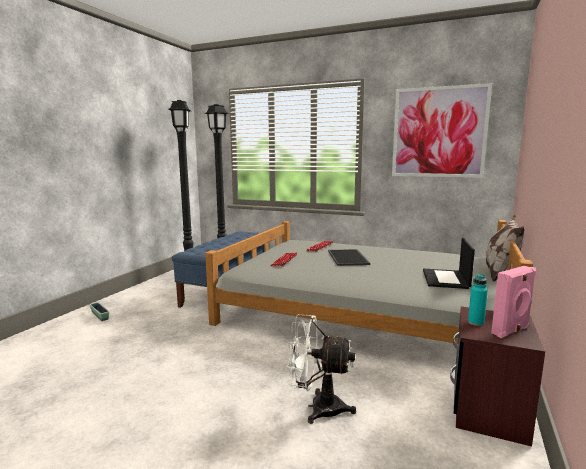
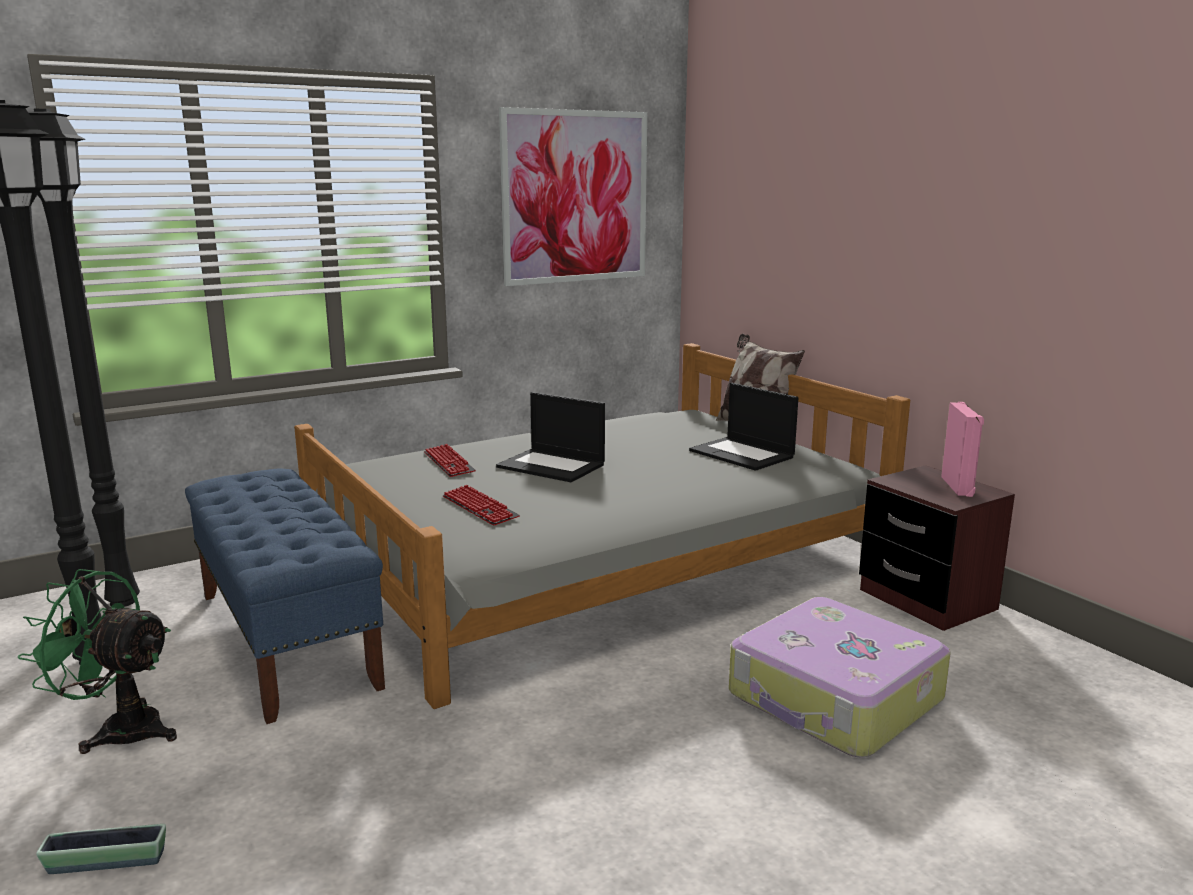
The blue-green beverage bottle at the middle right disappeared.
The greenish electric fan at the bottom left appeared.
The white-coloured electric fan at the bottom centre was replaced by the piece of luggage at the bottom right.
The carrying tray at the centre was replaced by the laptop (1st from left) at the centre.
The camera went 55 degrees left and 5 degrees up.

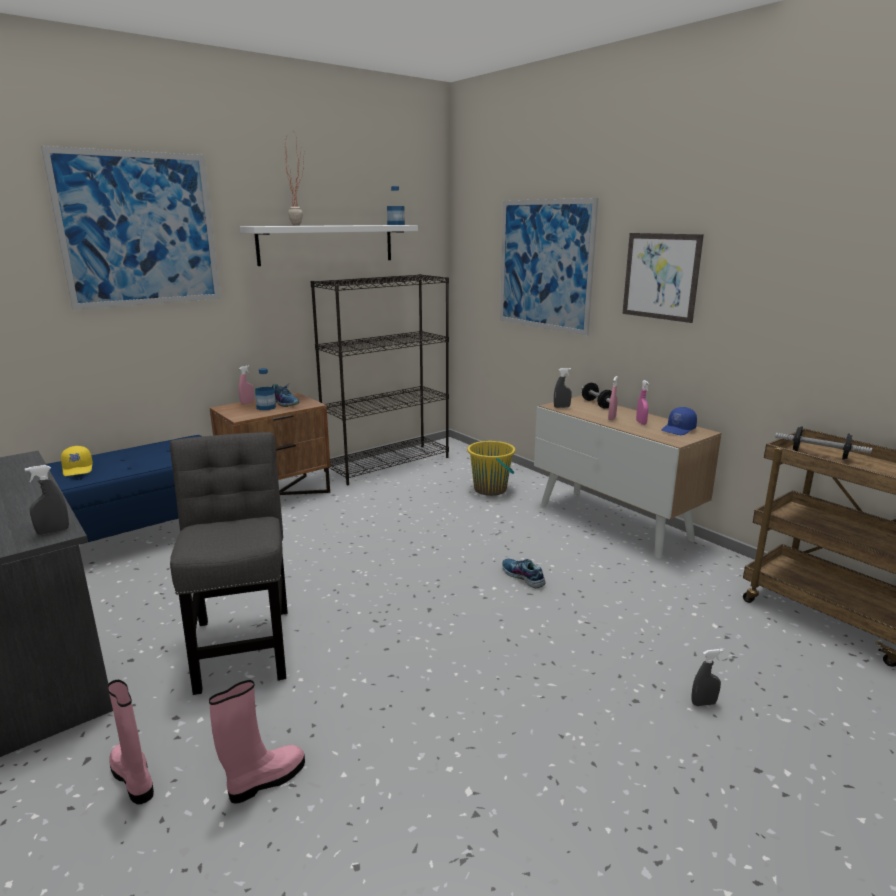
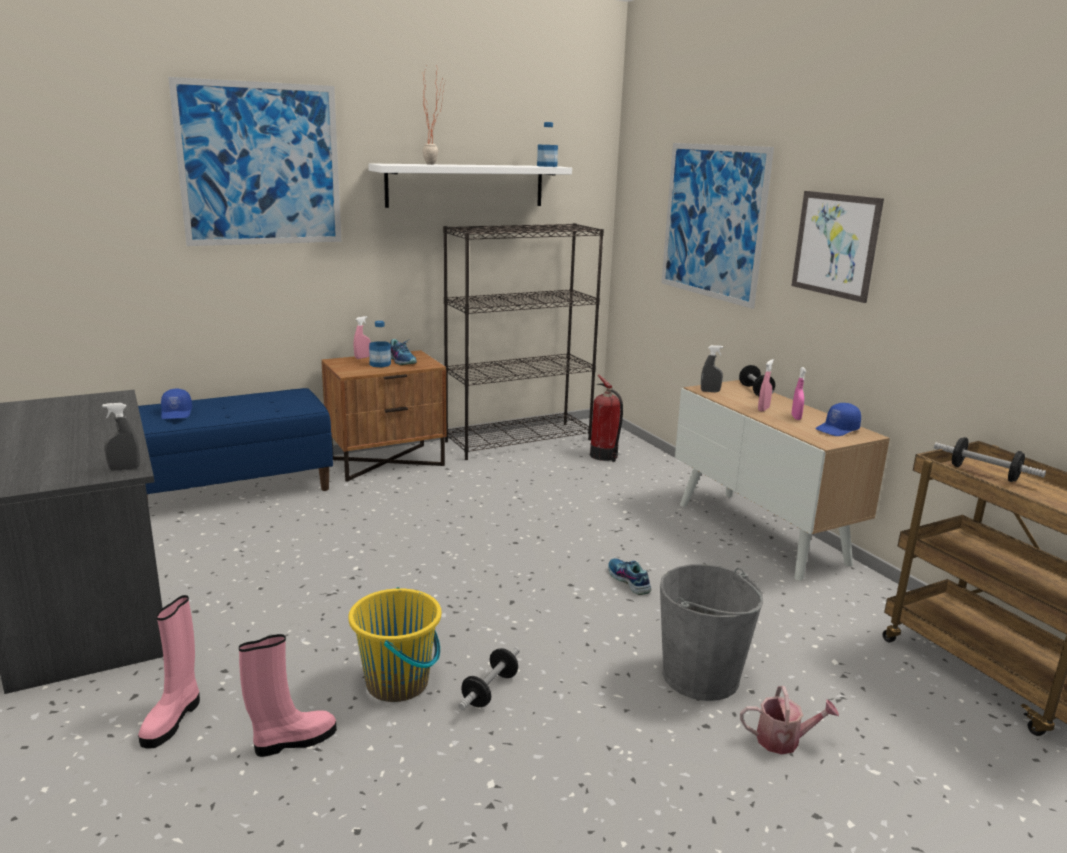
The gray plain chair at the middle left disappeared.
The free weight (1st from left) at the bottom centre appeared.
The extinguisher at the centre appeared.
The gray pail at the bottom centre appeared.
The yellow-coloured pail moved from the centre to the bottom centre.
The gray sprayer (3rd from left) at the bottom right was replaced by the sprinkling can at the bottom right.
The yellow-coloured cap at the middle left became the bluish cap (1st from left) at the middle left.
The pink boot (1st from left) at the bottom left turned 135 degrees counterclockwise.
The camera went 10 degrees right and 0 degrees up.

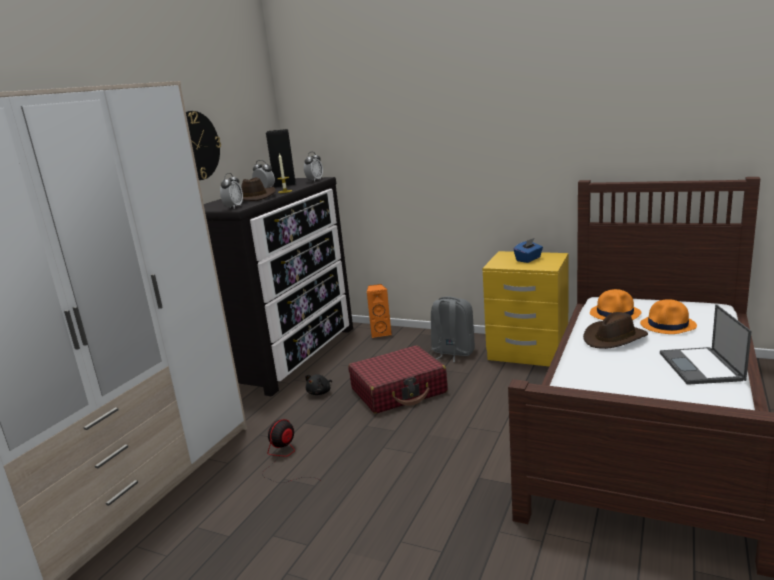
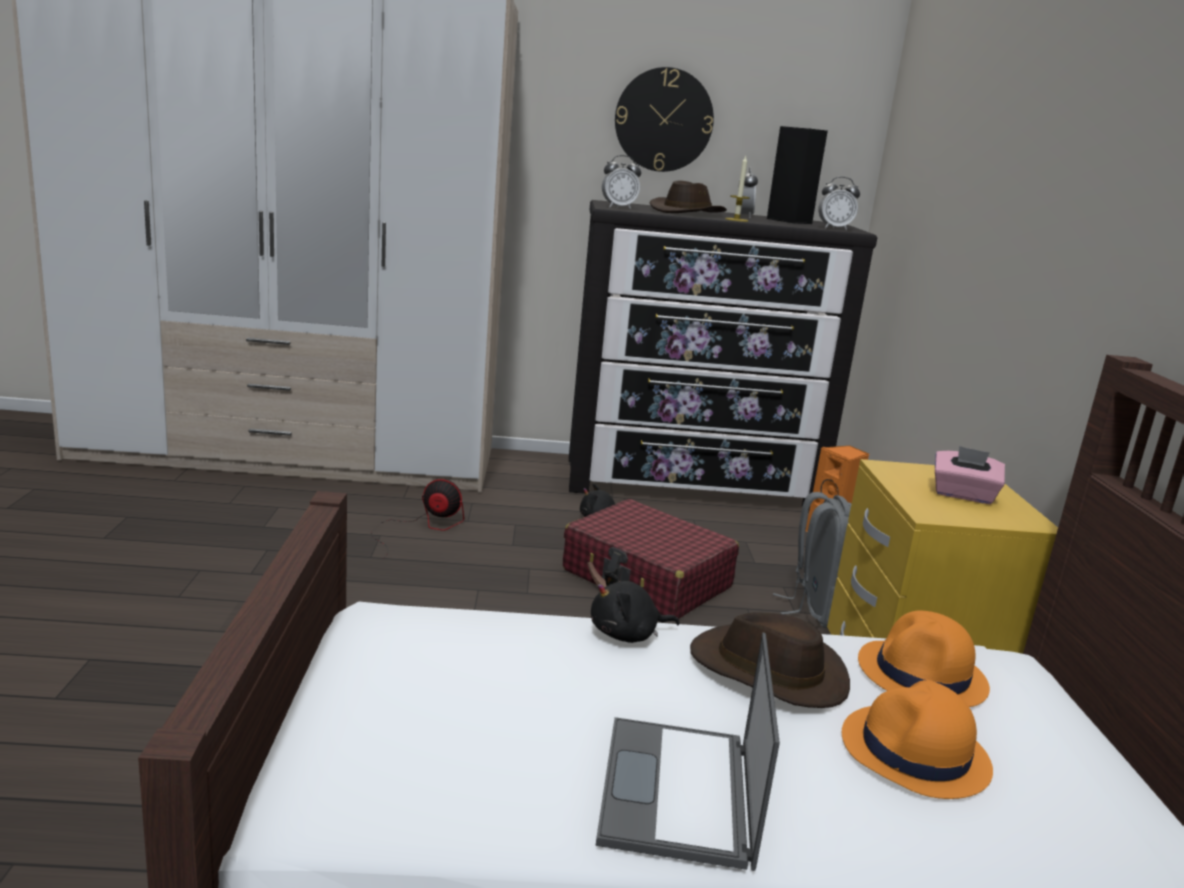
The black-coloured soft toy (2nd from left) at the bottom centre appeared.
The bluish tissue box at the middle right became the pink tissue box at the middle right.
The laptop at the middle right turned 60 degrees counterclockwise.
The camera went 60 degrees right and 0 degrees up.

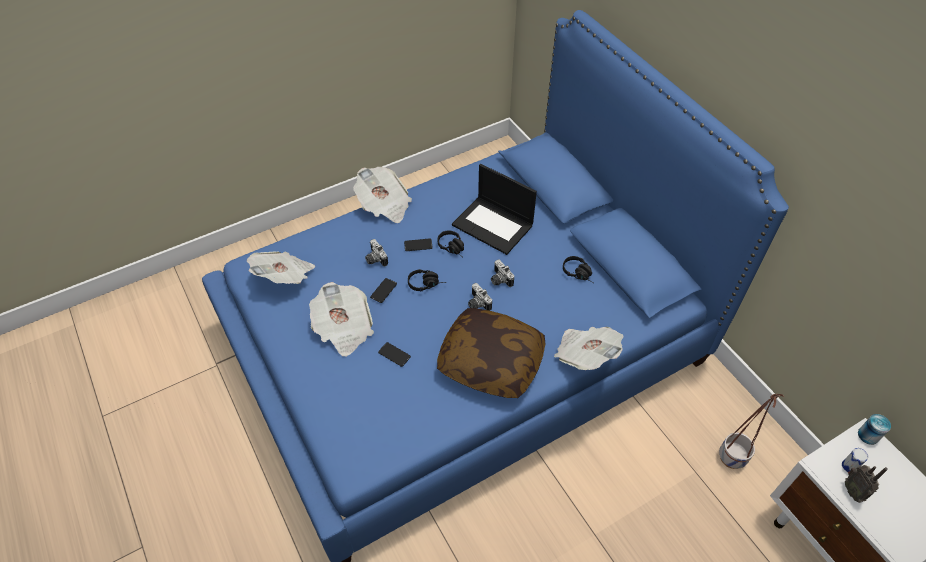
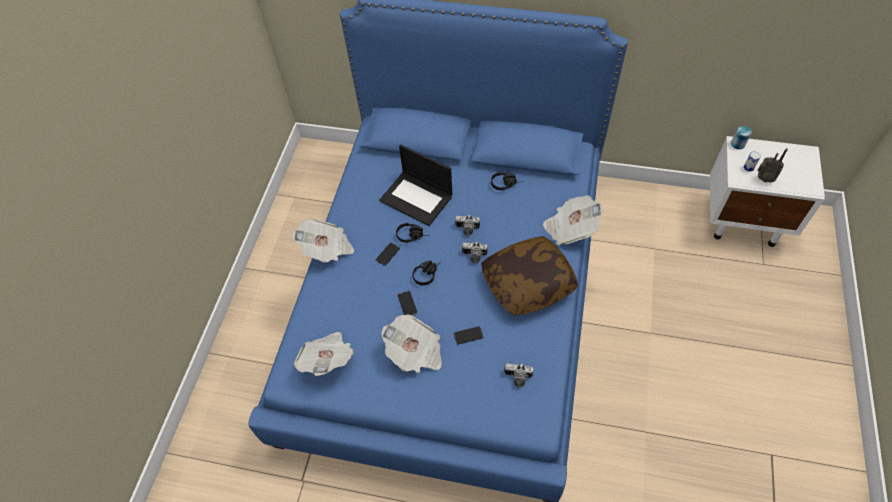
The flower pot at the bottom right disappeared.
The photo camera (1st from left in the first image) moved from the centre to the bottom centre.
The laptop at the centre turned 45 degrees clockwise.
The camera went 45 degrees left and 5 degrees up.

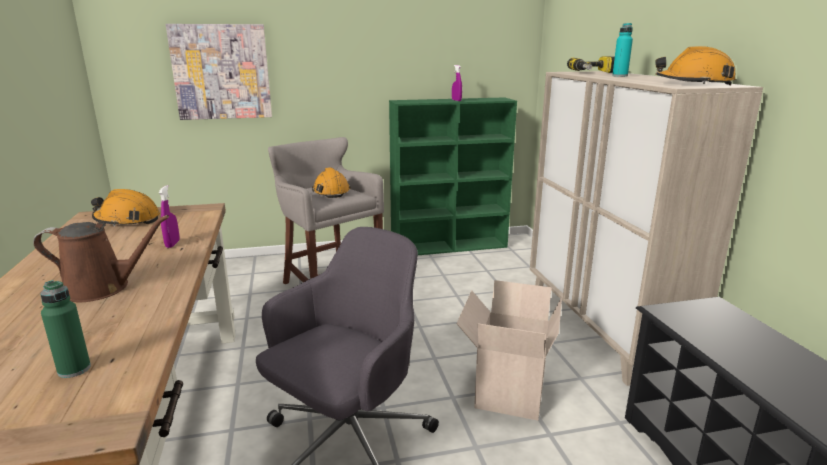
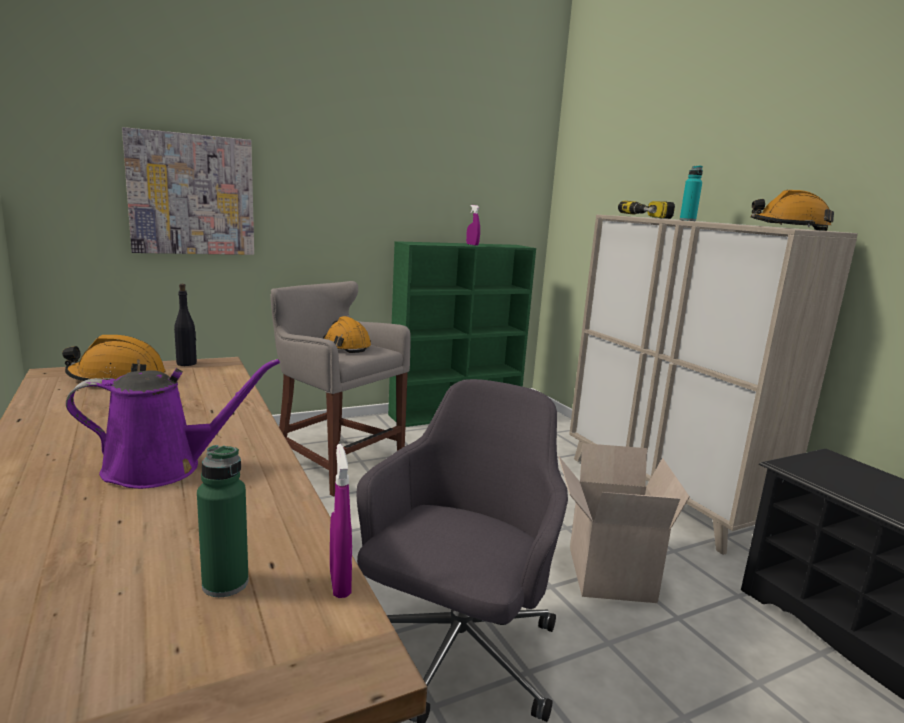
The black-coloured beverage bottle at the middle left appeared.
The purplish sprayer (1st from left) moved from the middle left to the bottom centre.
The brown-coloured sprinkling can at the middle left became the purplish sprinkling can at the middle left.
The camera went 15 degrees left and 5 degrees down.

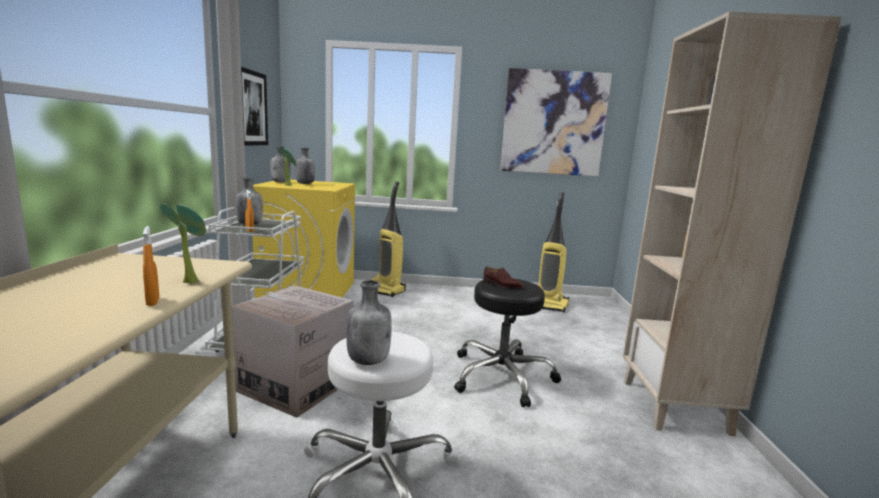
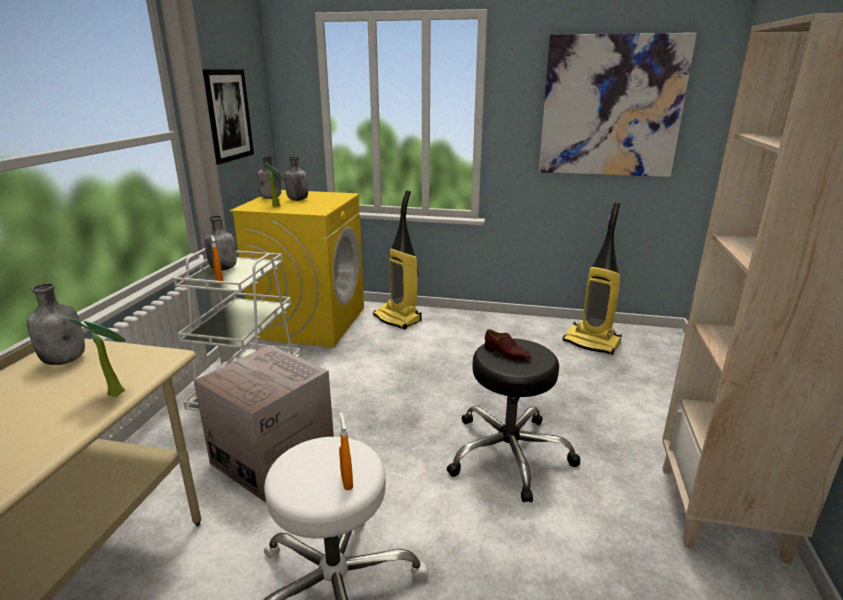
The orange-coloured sprayer (1st from left in the first image) moved from the middle left to the bottom centre.
The gray beverage bottle (4th from left in the first image) moved from the centre to the middle left.
The camera went 10 degrees right and 10 degrees up.

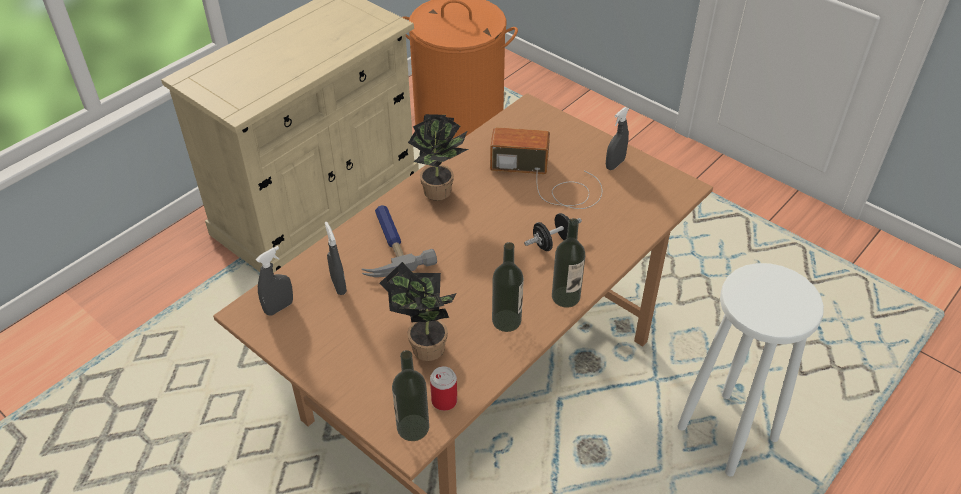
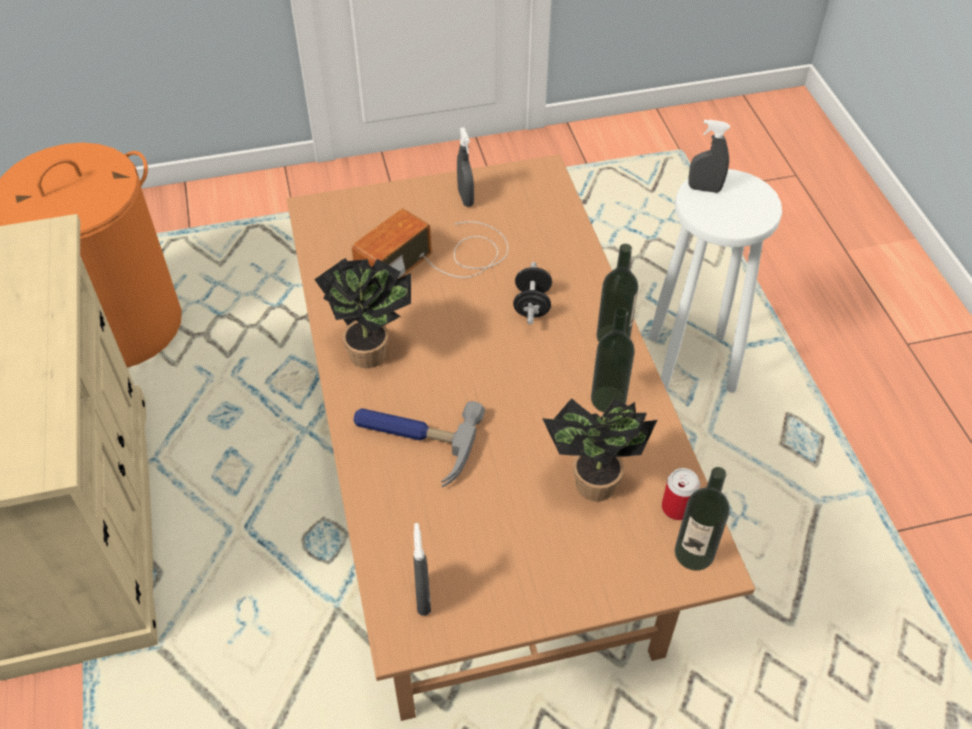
The gray sprayer (2nd from left in the first image) moved from the centre to the top right.
The camera went 55 degrees left and 5 degrees up.

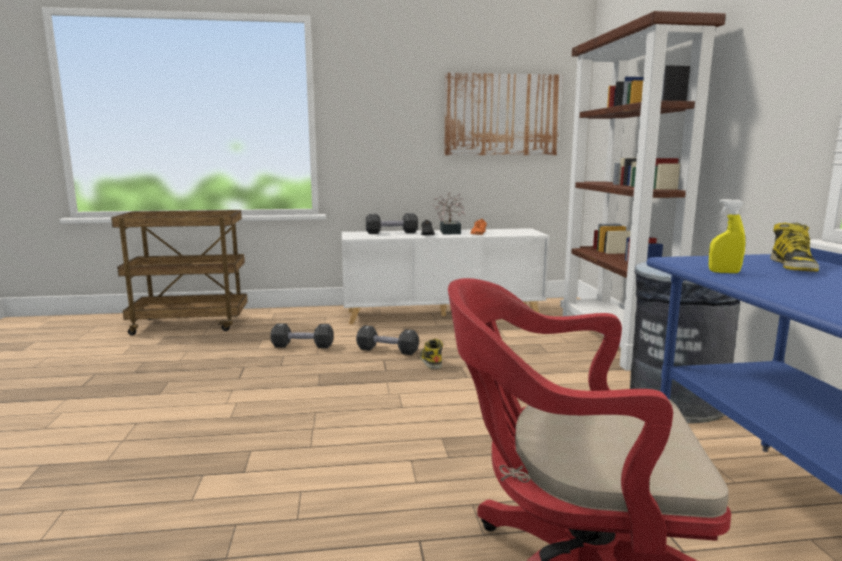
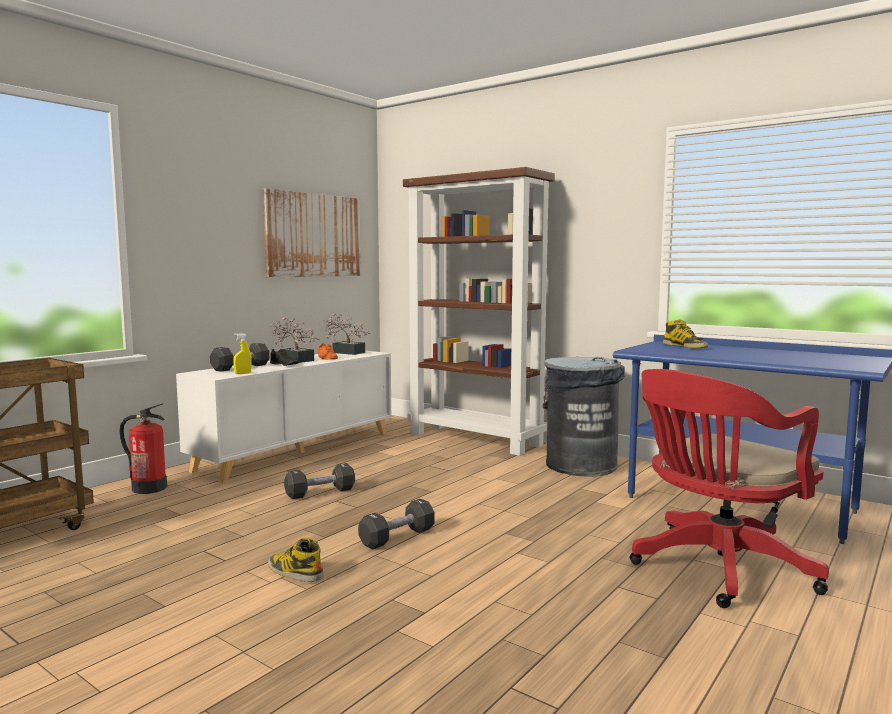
The extinguisher at the middle left appeared.
The potted plant (2nd from left) at the centre appeared.
The black-coloured free weight (1st from left in the first image) moved from the centre to the bottom centre.
The boot (1st from left) moved from the centre to the bottom left.
The yellow-coloured sprayer moved from the middle right to the middle left.
The camera went 45 degrees left and 5 degrees down.

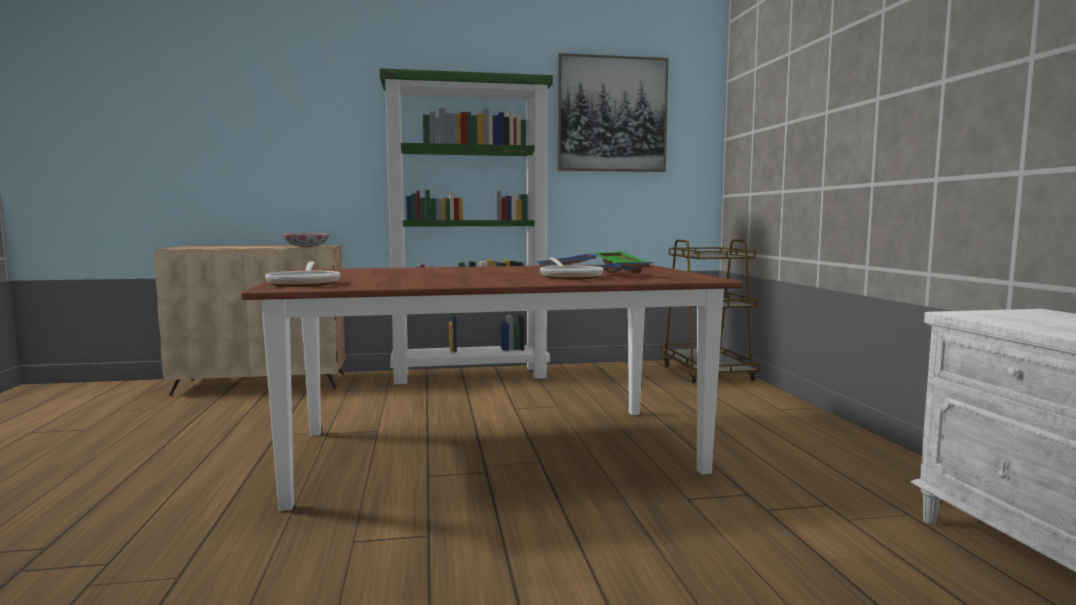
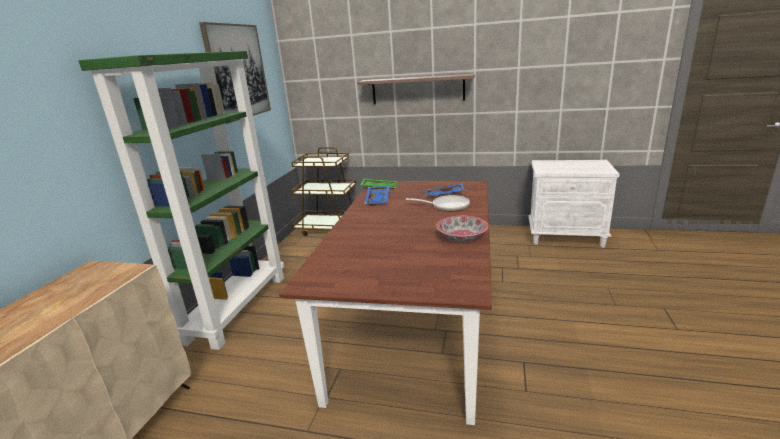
The skillet (1st from left) at the middle left disappeared.
The bracket shelf at the top centre appeared.
The deep dish moved from the middle left to the centre.
The camera went 65 degrees left and 15 degrees up.

